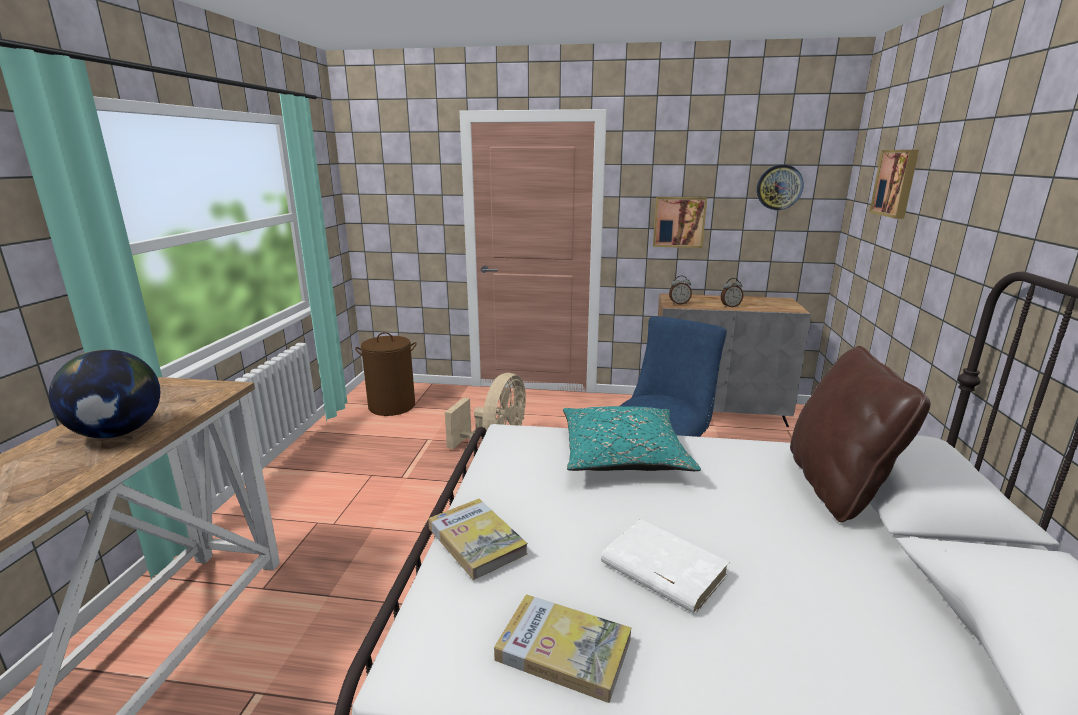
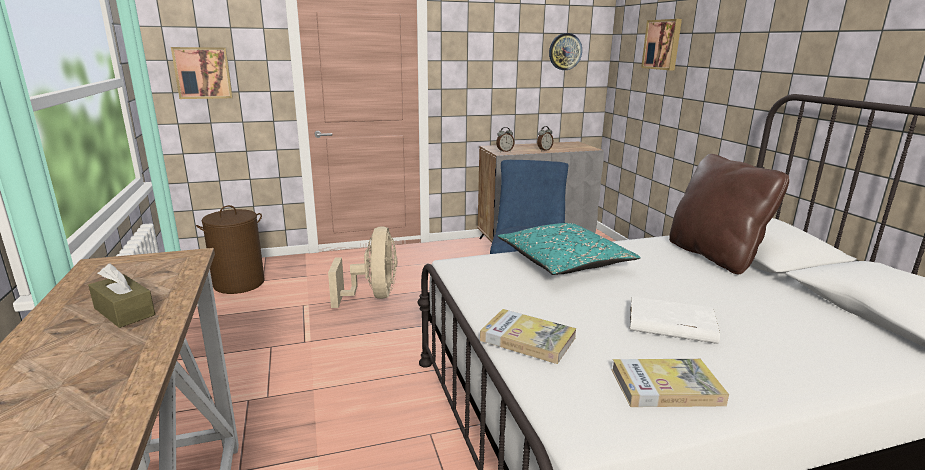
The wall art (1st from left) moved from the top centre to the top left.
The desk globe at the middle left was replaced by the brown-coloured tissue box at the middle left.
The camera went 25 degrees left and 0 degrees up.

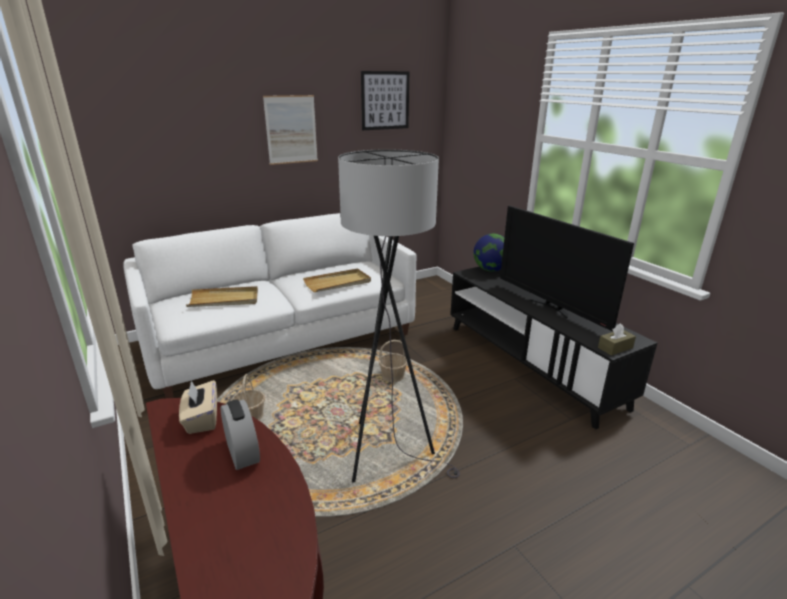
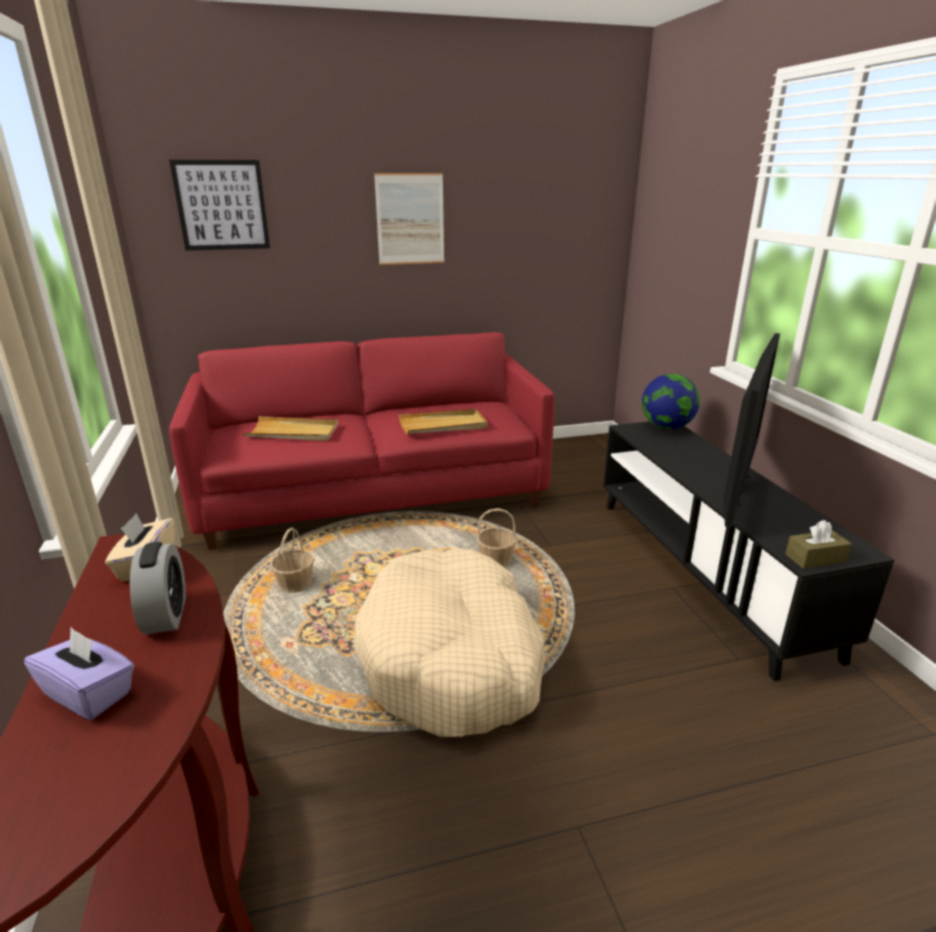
The purplish tissue box at the bottom left appeared.
The wall art (2nd from left in the first image) moved from the top centre to the top left.
The gray standing lamp at the centre was replaced by the sand-coloured pet bed at the bottom centre.
The white-coloured sofa at the centre became the red-coloured sofa at the centre.
The TV at the middle right turned 135 degrees counterclockwise.
The camera went 15 degrees right and 0 degrees up.

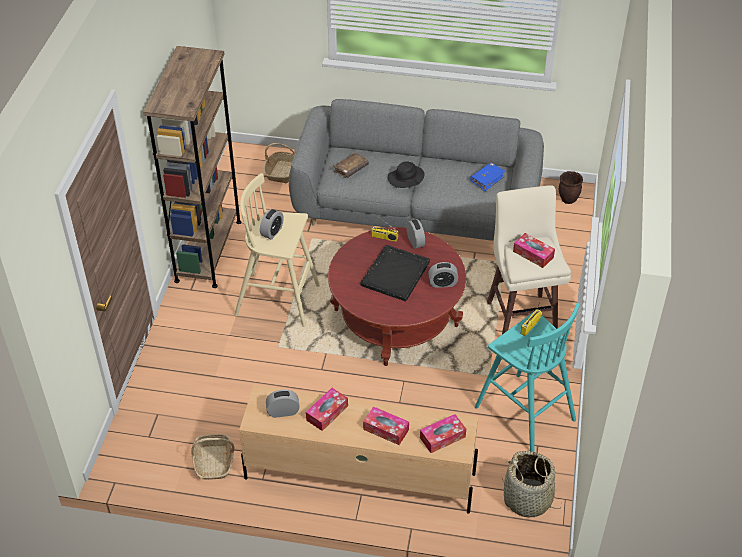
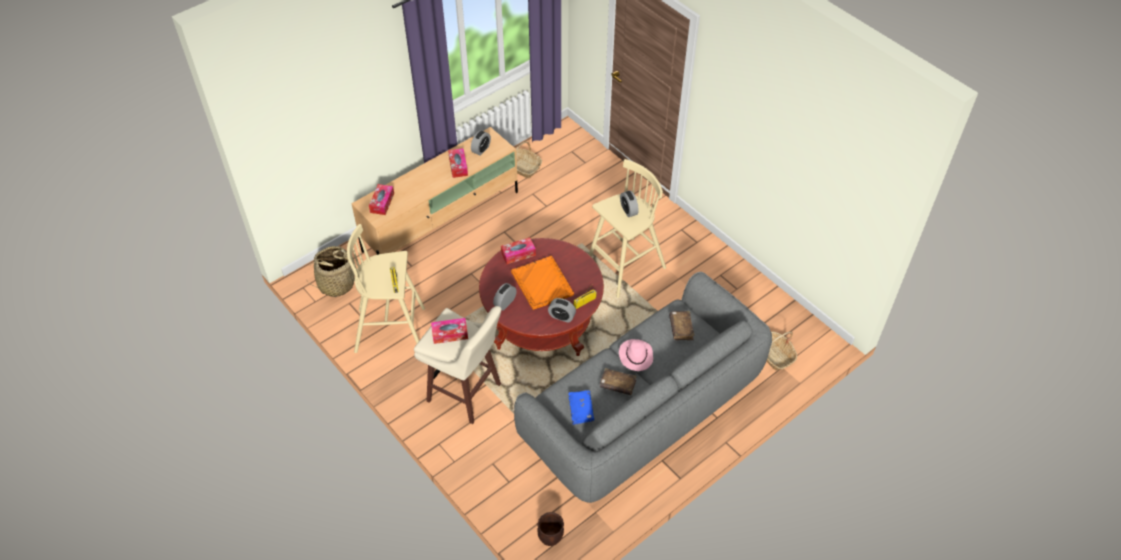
The brown-coloured shelving unit at the top left disappeared.
The brown-coloured bound book (1st from left) at the bottom centre appeared.
The tissue box (2nd from left in the first image) moved from the bottom centre to the centre.
The black-coloured carrying tray at the centre became the orange-coloured carrying tray at the centre.
The black-coloured hat at the top centre became the pink hat at the centre.
The blue-green sitting stool at the bottom right became the sand-coloured sitting stool (1st from left) at the centre.
The camera went 130 degrees right and 5 degrees up.

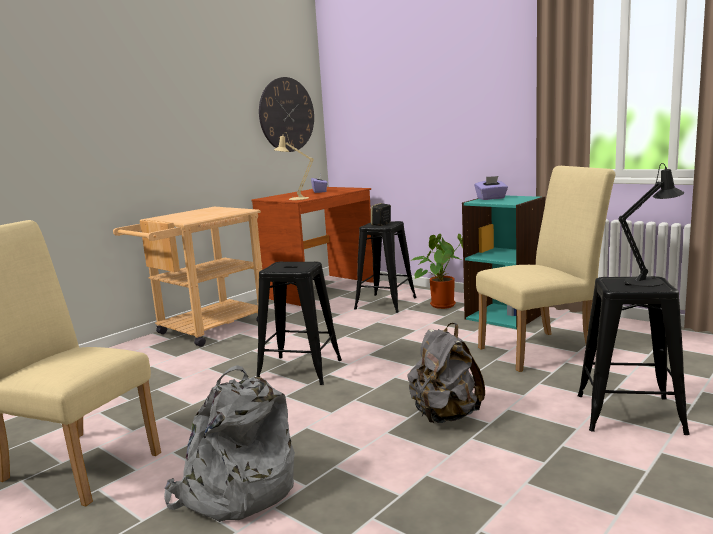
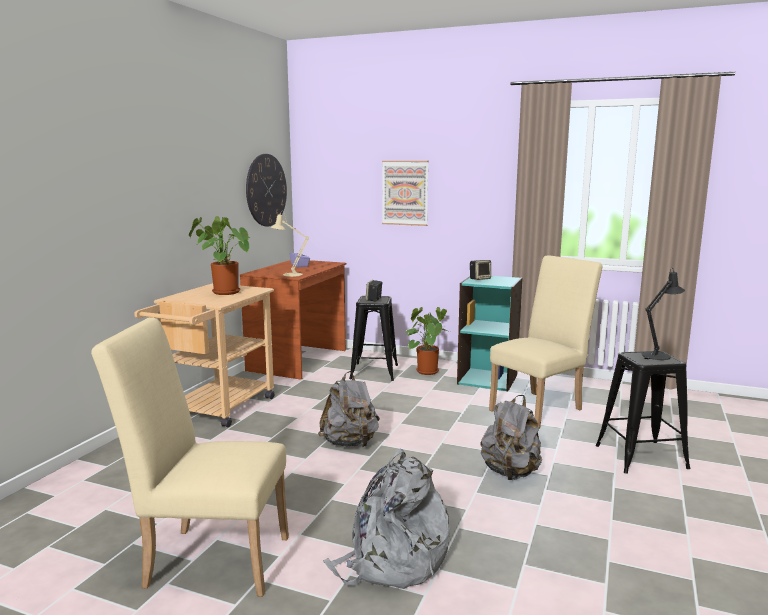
The potted plant (1st from left) at the middle left appeared.
The wall art at the top centre appeared.
The black-coloured sitting stool (1st from left) at the centre was replaced by the gray knapsack (1st from left) at the centre.
The purplish tissue box (2nd from left) at the middle right was replaced by the loudspeaker (2nd from left) at the centre.
The camera went 20 degrees left and 0 degrees up.

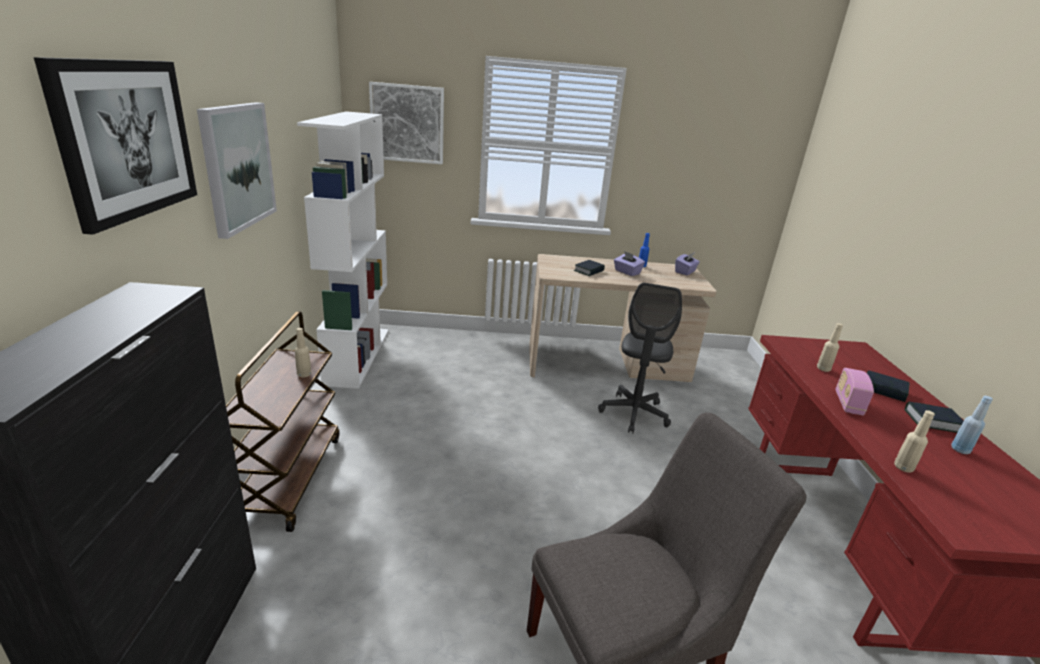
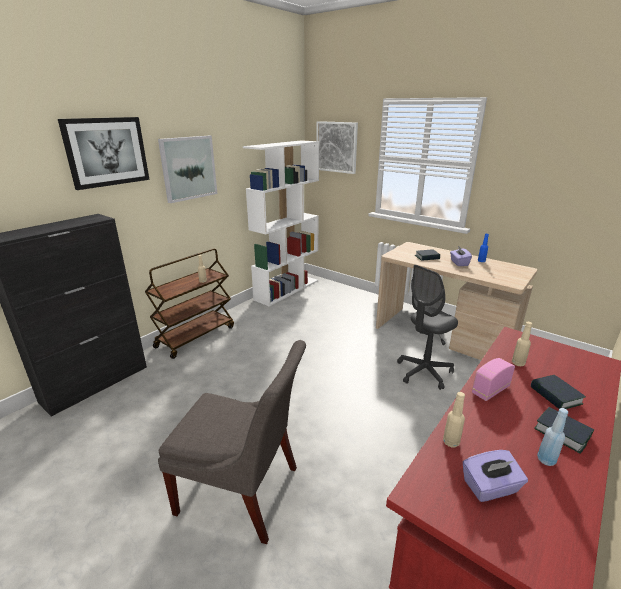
The purplish tissue box (2nd from left) moved from the centre to the bottom right.
The camera went 40 degrees right and 0 degrees up.

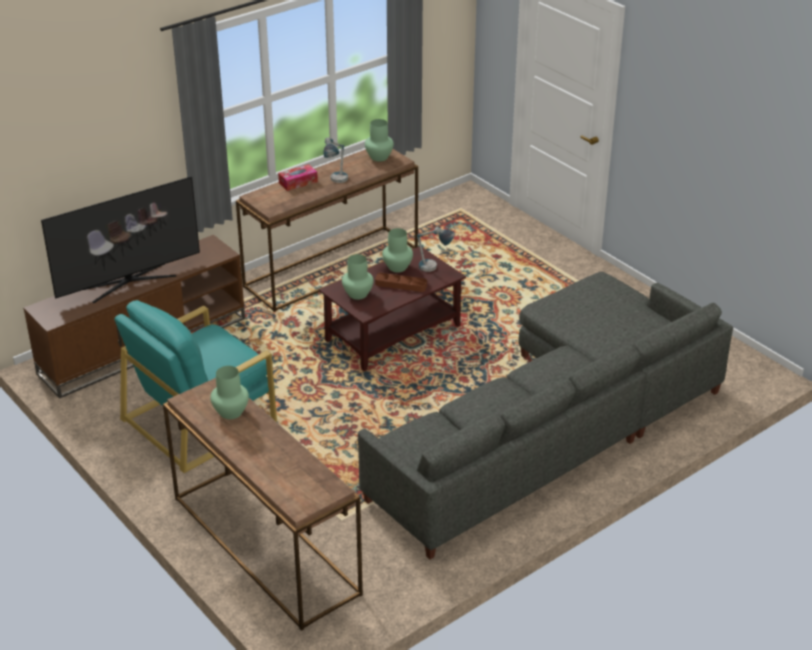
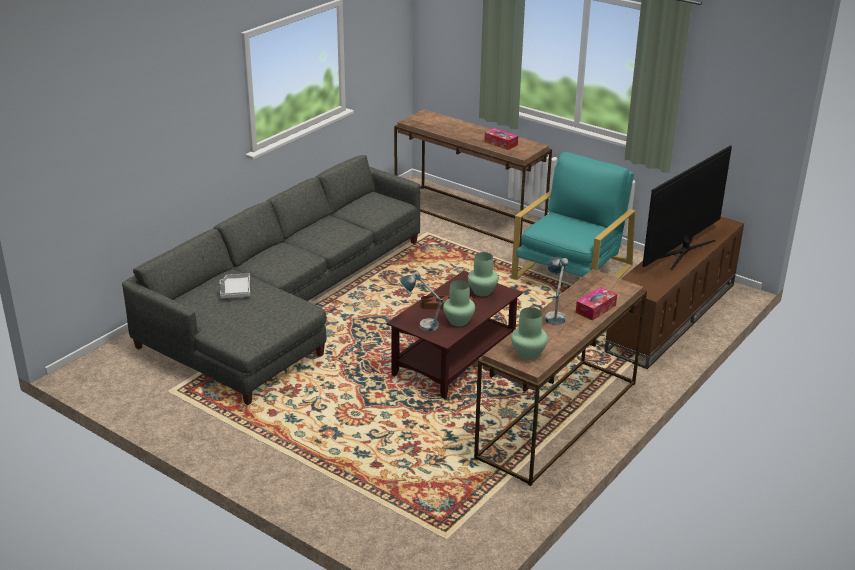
The gray carrying tray at the middle left appeared.
The greenish decorative vase (1st from left) at the middle left was replaced by the tissue box (1st from left) at the top centre.
The camera went 165 degrees right and 5 degrees down.

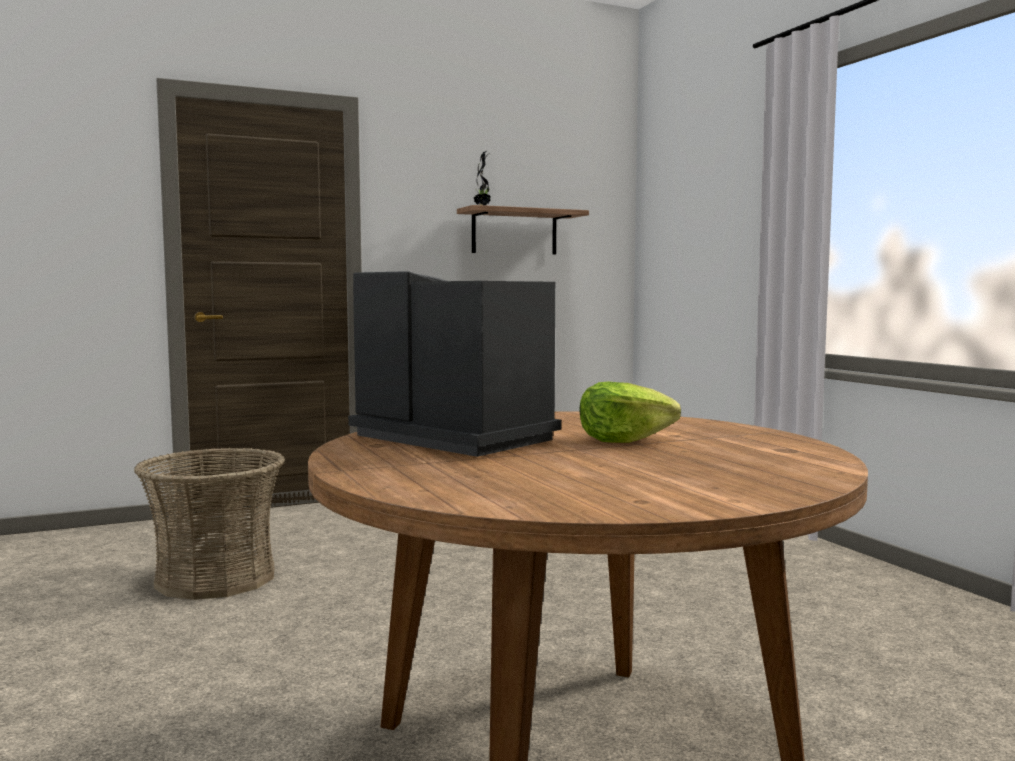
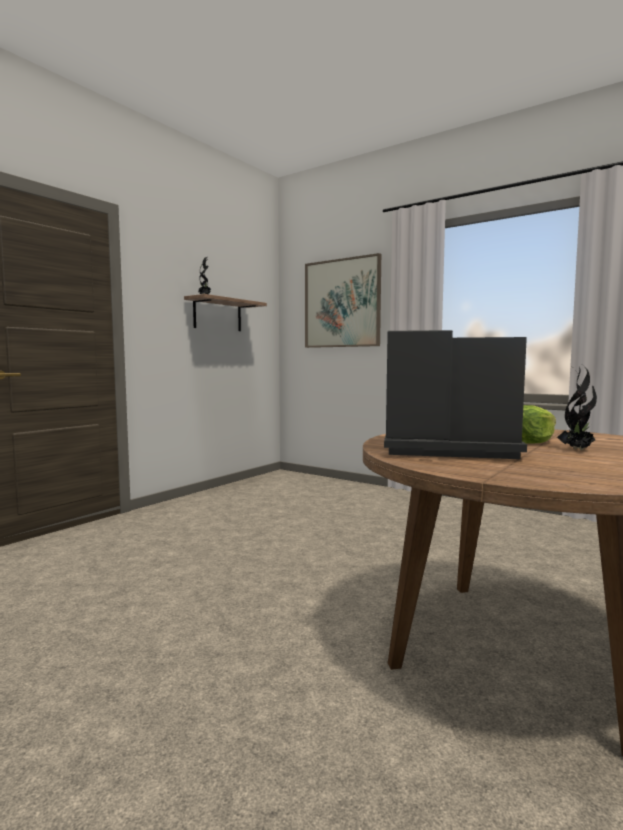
The storage basket at the bottom left disappeared.
The wall art at the centre appeared.
The potted plant (2nd from left) at the middle right appeared.
The camera went 30 degrees left and 0 degrees up.

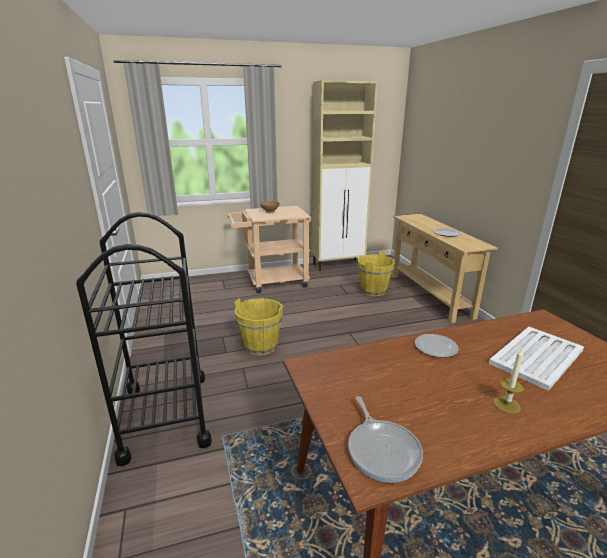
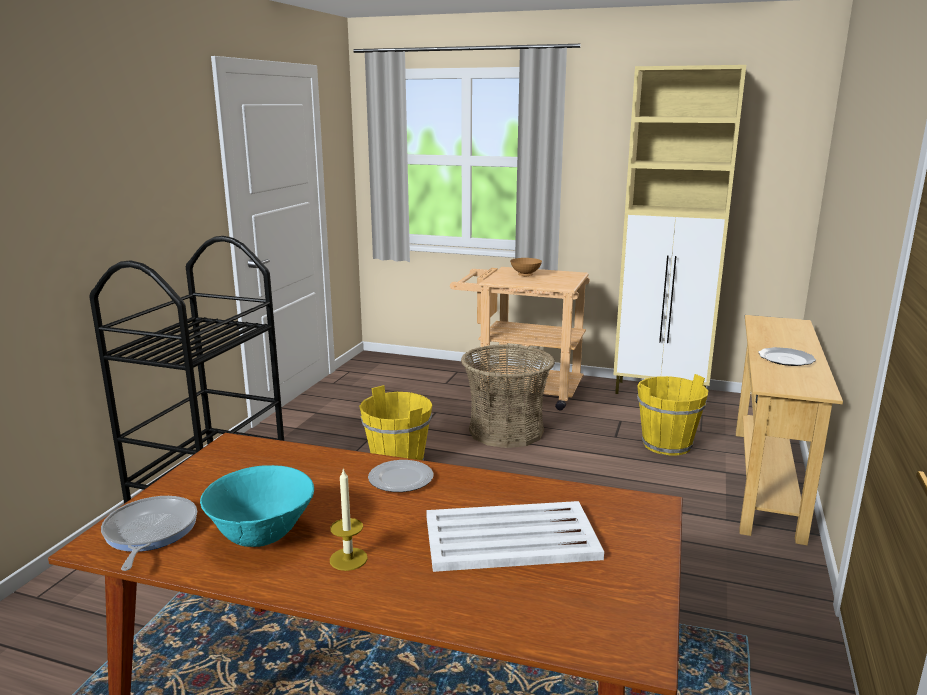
The blue-green deep dish at the bottom left appeared.
The storage basket at the centre appeared.
The skillet at the bottom centre turned 150 degrees clockwise.
The camera went 35 degrees right and 5 degrees down.

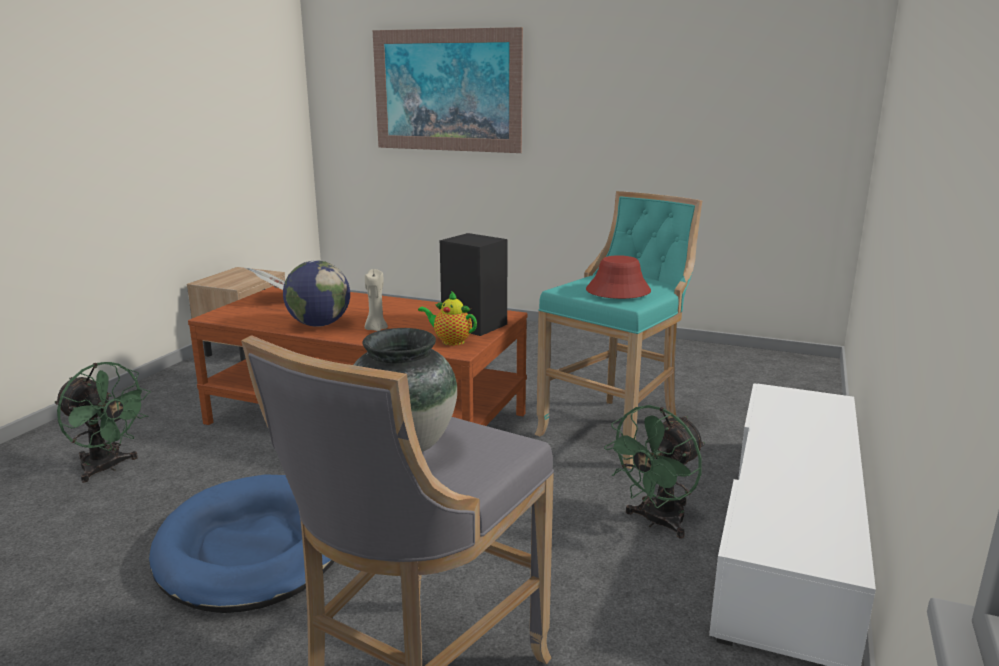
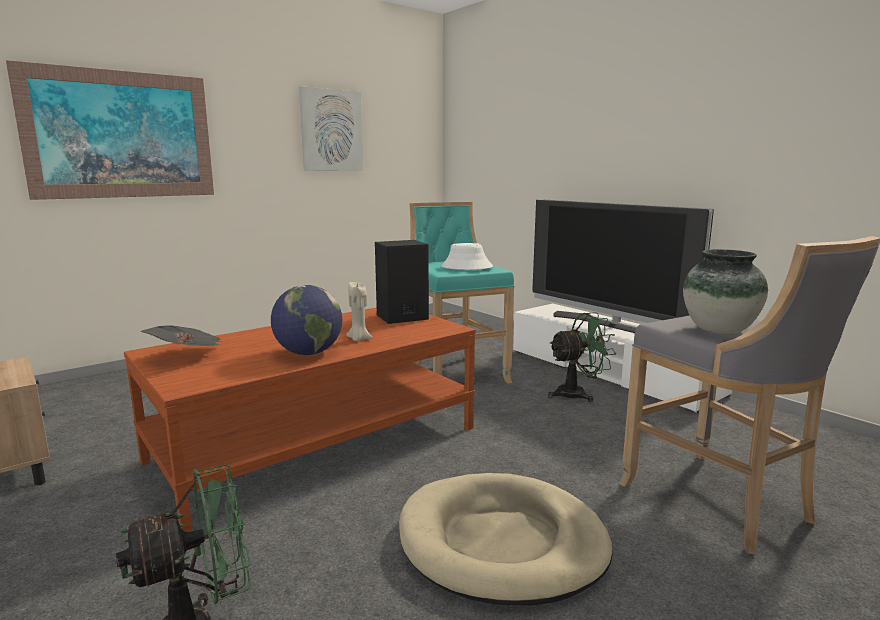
The pot for tea at the centre disappeared.
The wall art (2nd from left) at the top centre appeared.
The TV at the middle right appeared.
The bluish pet bed at the bottom left became the sand-coloured pet bed at the bottom centre.
The red-coloured hat at the centre became the white-coloured hat at the centre.
The greenish electric fan (2nd from left) at the bottom centre turned 90 degrees counterclockwise.
The camera went 60 degrees left and 5 degrees down.

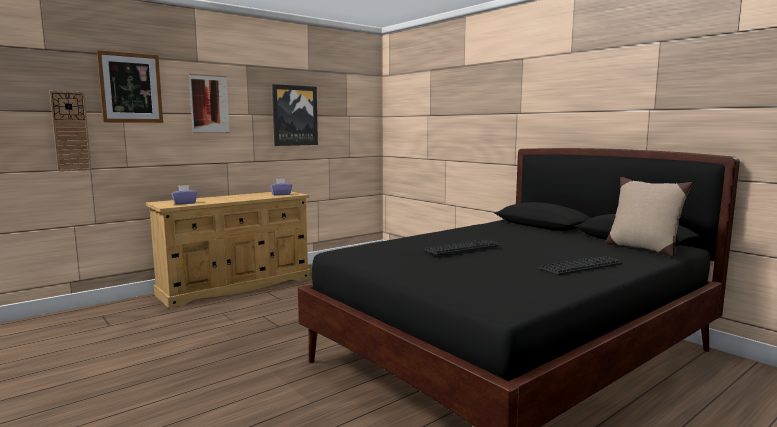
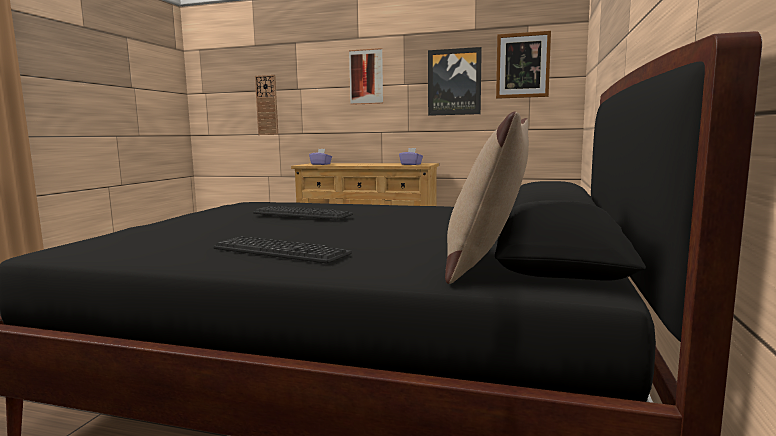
The wall art (1st from left in the first image) moved from the top left to the top right.
The camera went 55 degrees right and 0 degrees up.

